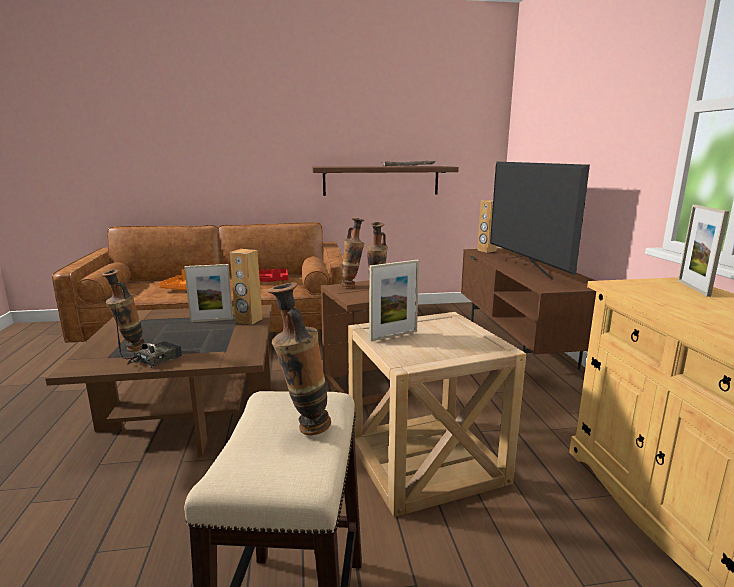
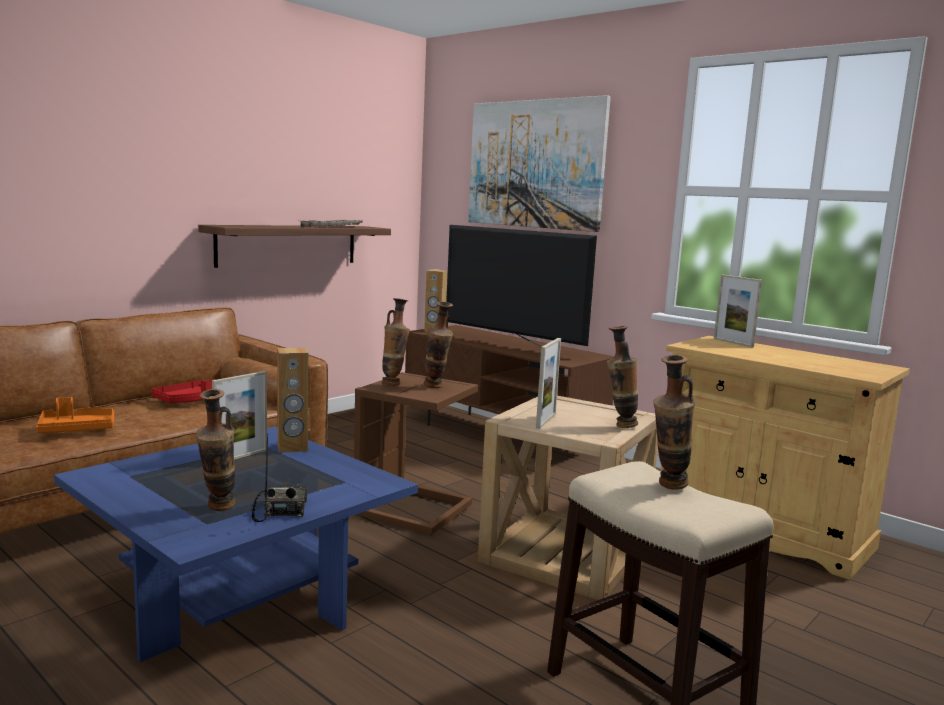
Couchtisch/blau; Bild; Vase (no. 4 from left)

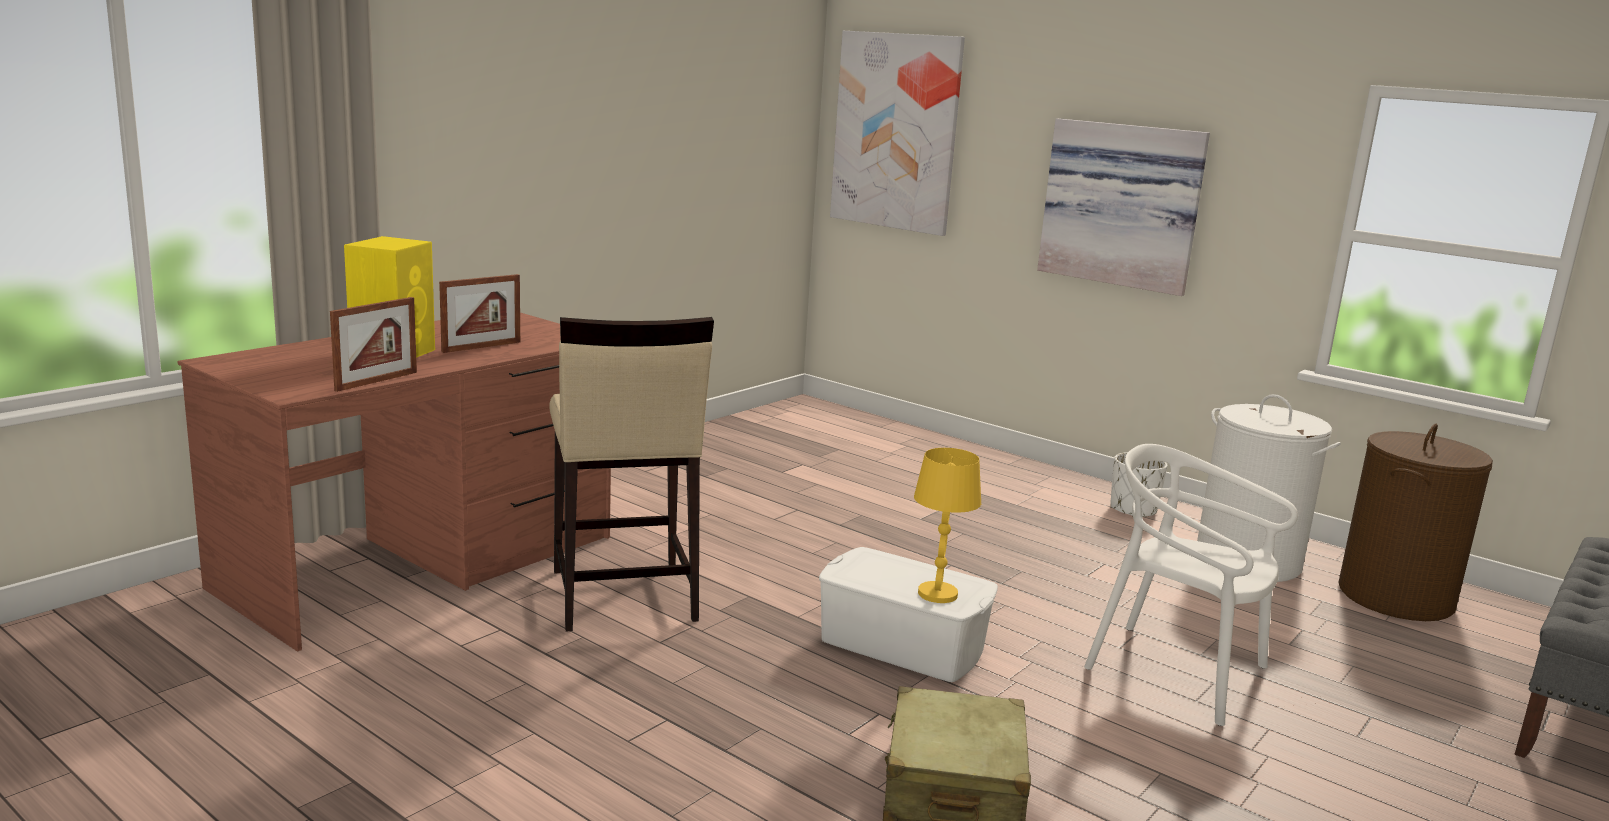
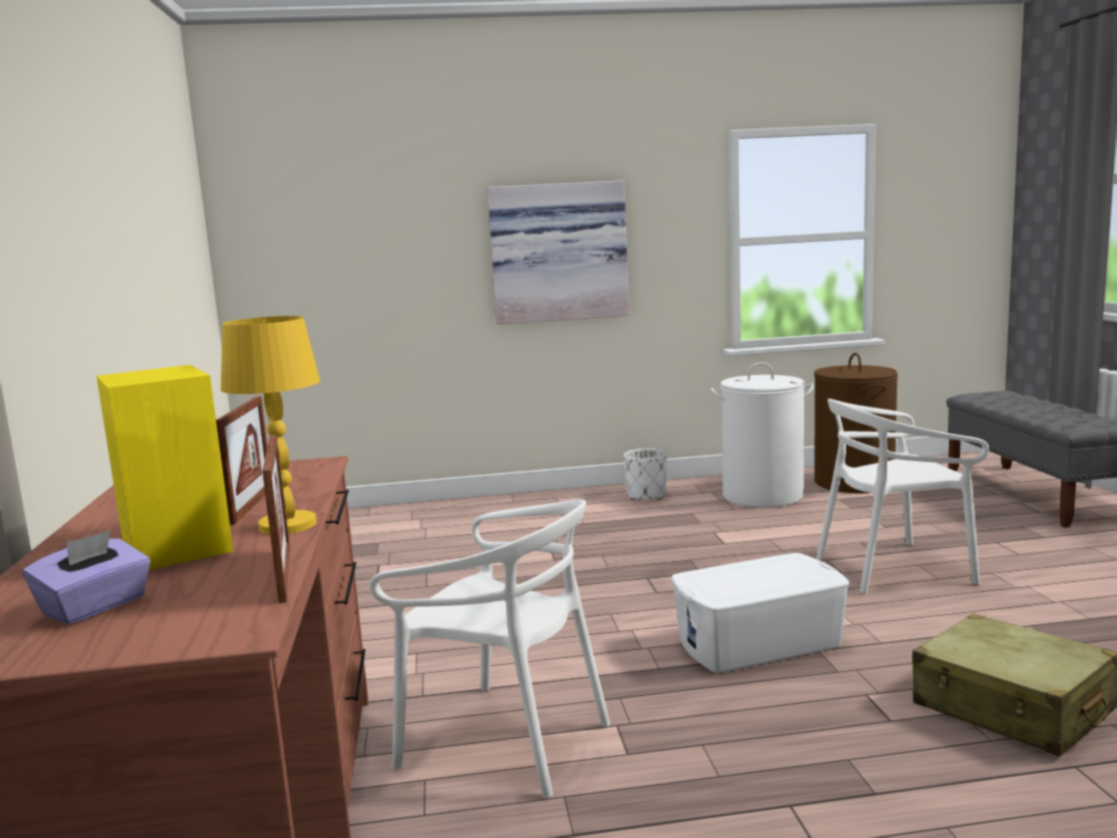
Stuhl/weiß (no. 1 from left); Bild (no. 1 from left in the first image); Tischlampe/gelb; Taschentuchbox/lila

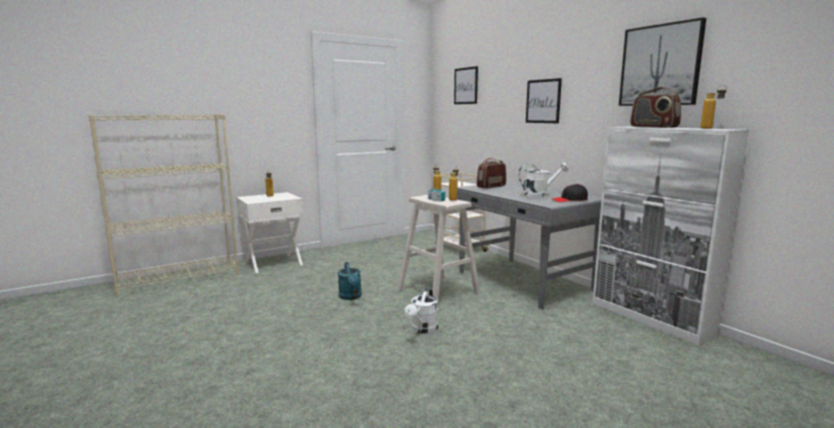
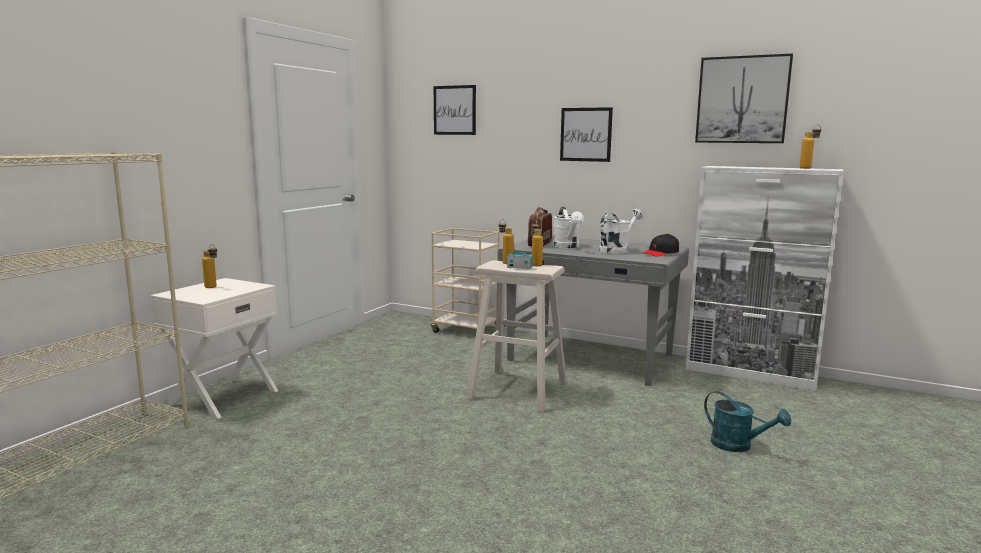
Gießkanne/türkis; Gießkanne/weiß (no. 1 from left); Radio (no. 3 from left in the first image)

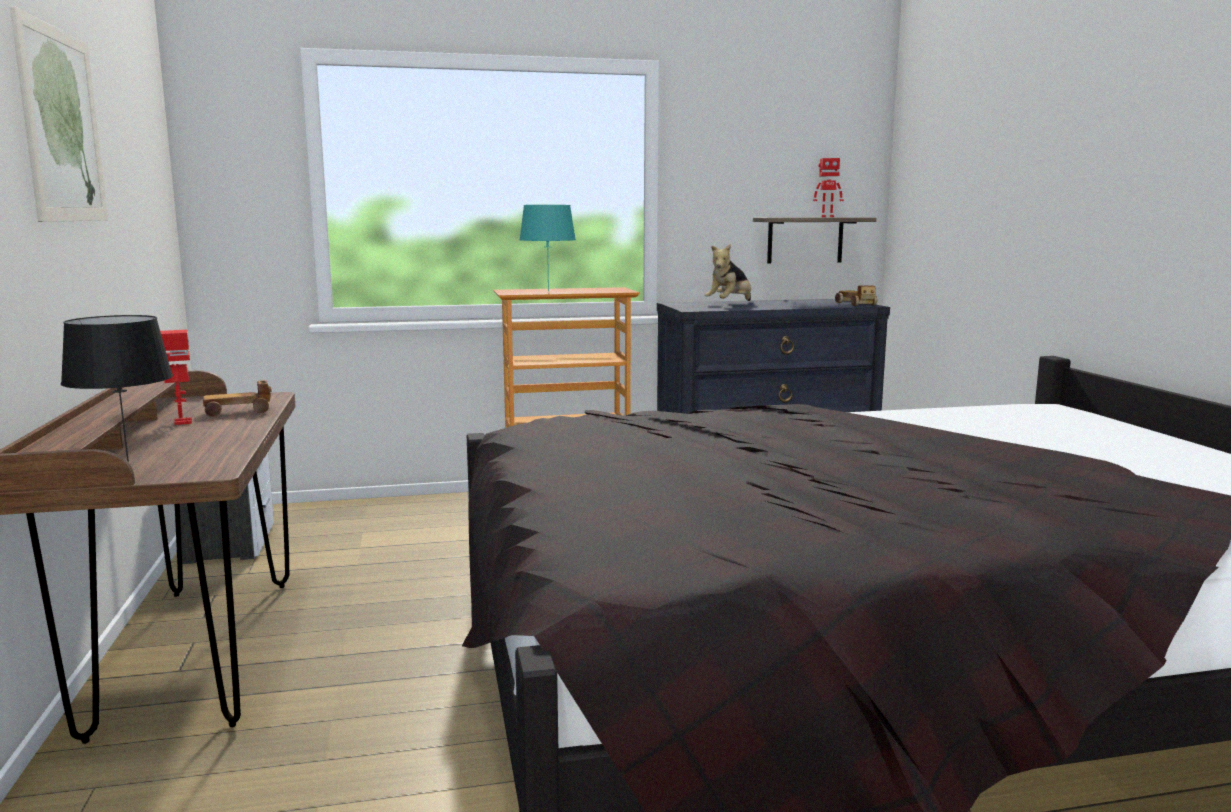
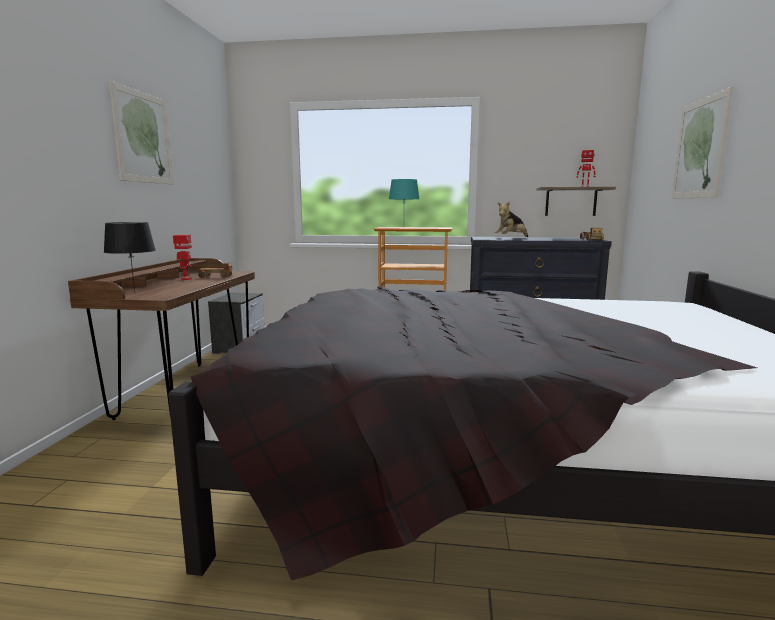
Bild (no. 2 from left)

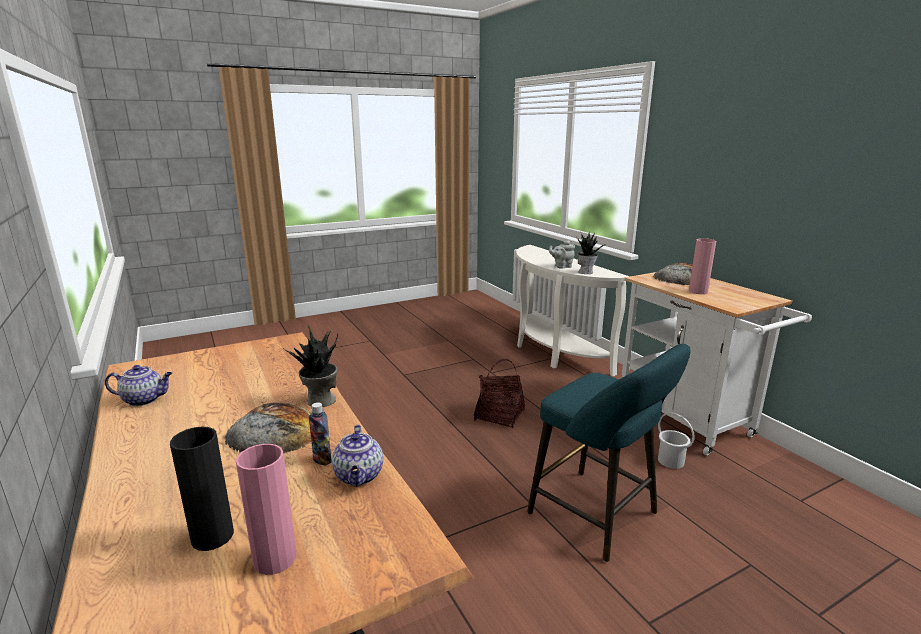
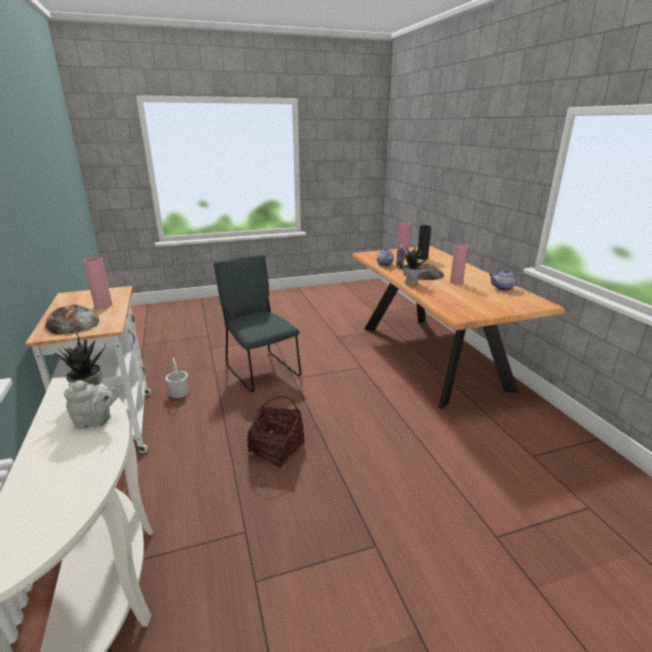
Stuhl/grau; Vase/rosa (no. 3 from left)

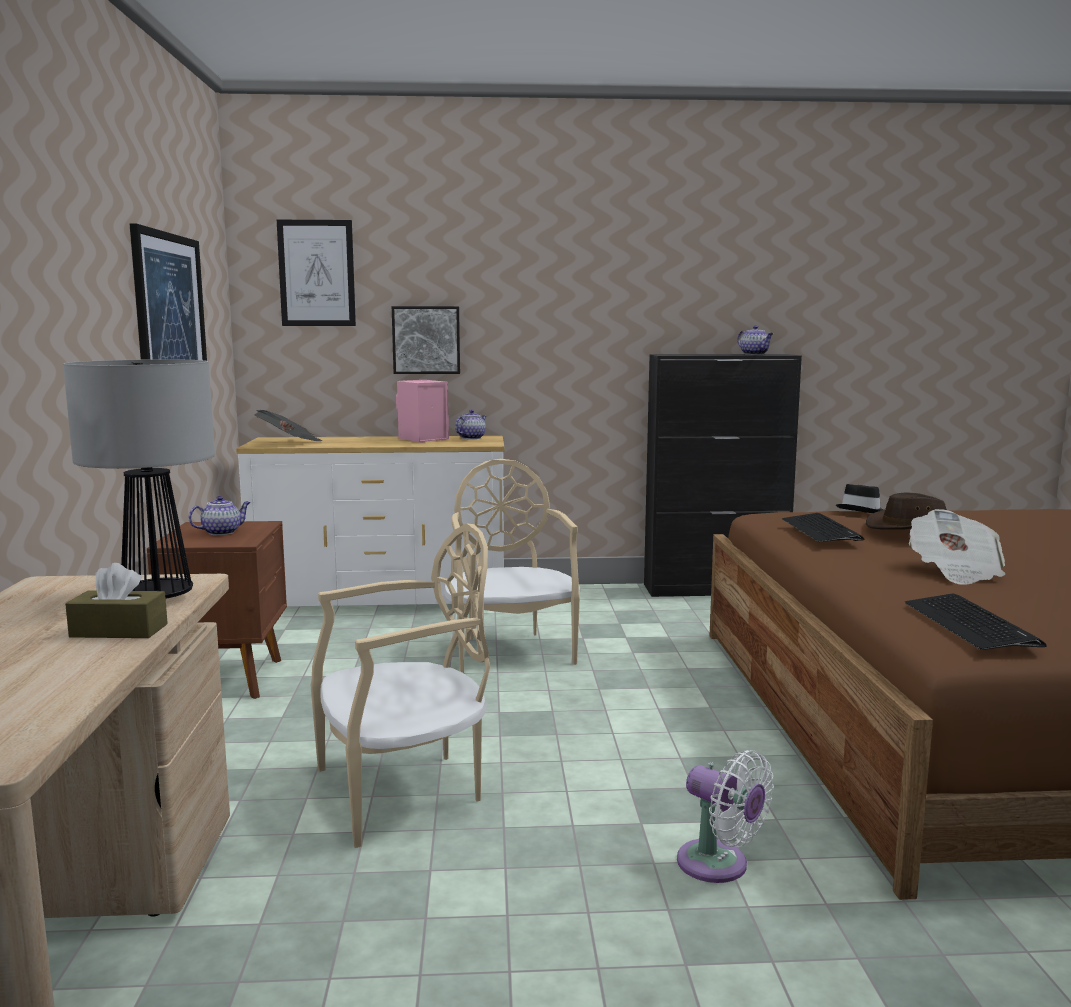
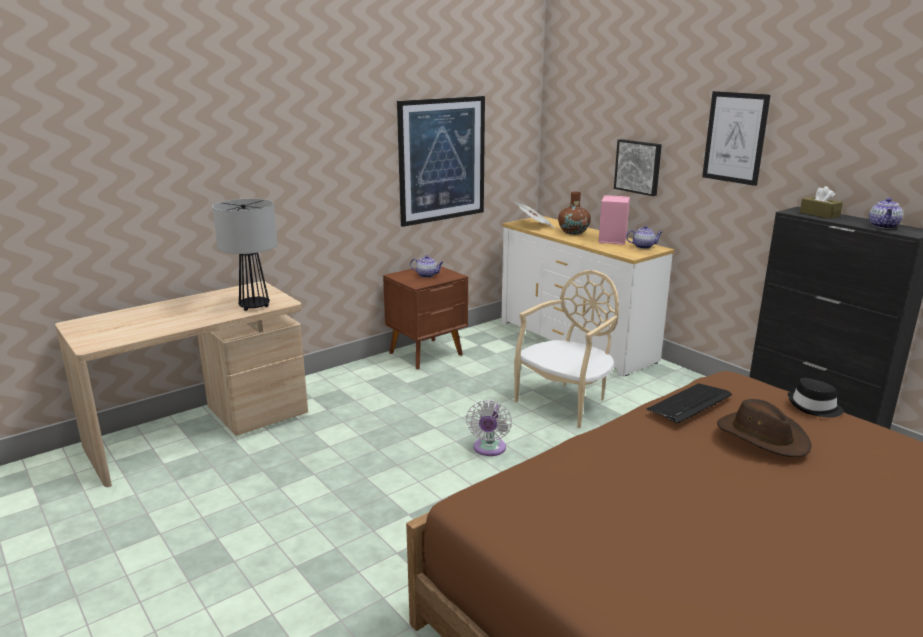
Taschentuchbox/braun; Bild (no. 3 from left); Stuhl/beige (no. 1 from left in the first image); Ventilator/weiß; Tastatur (no. 2 from left in the first image); Zeitung (no. 2 from left in the first image); Vase/braun

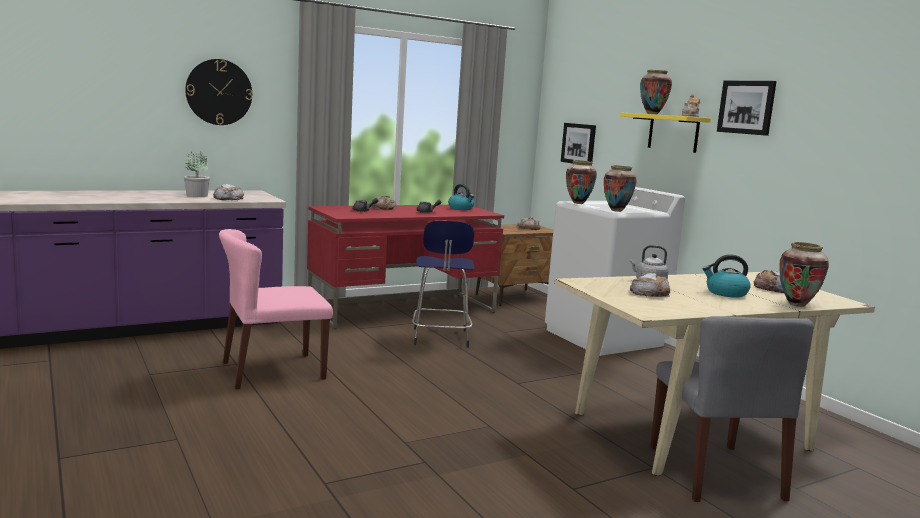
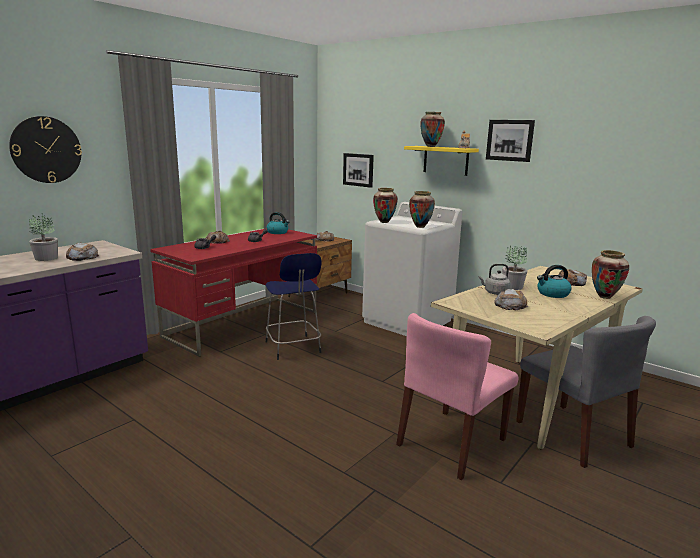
Stuhl/rosa; Topfpflanze (no. 2 from left)

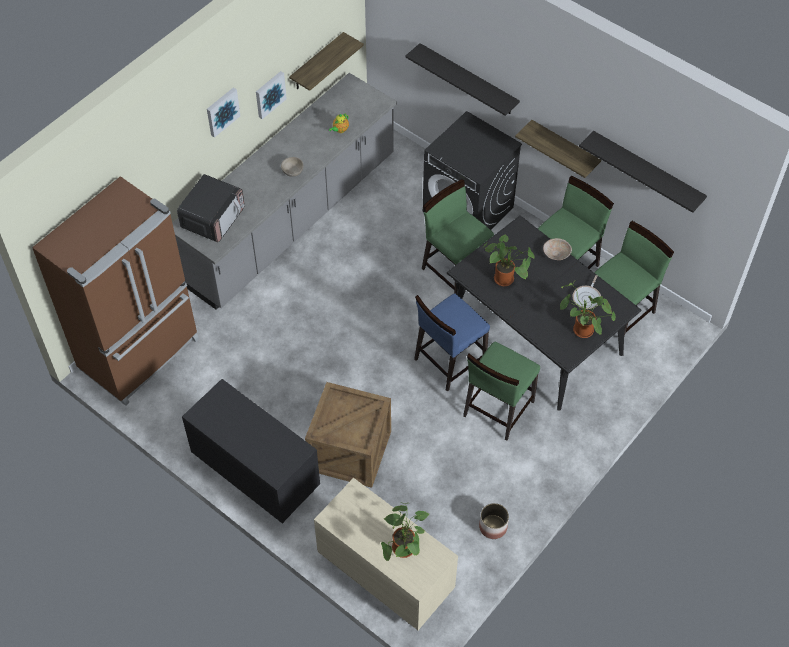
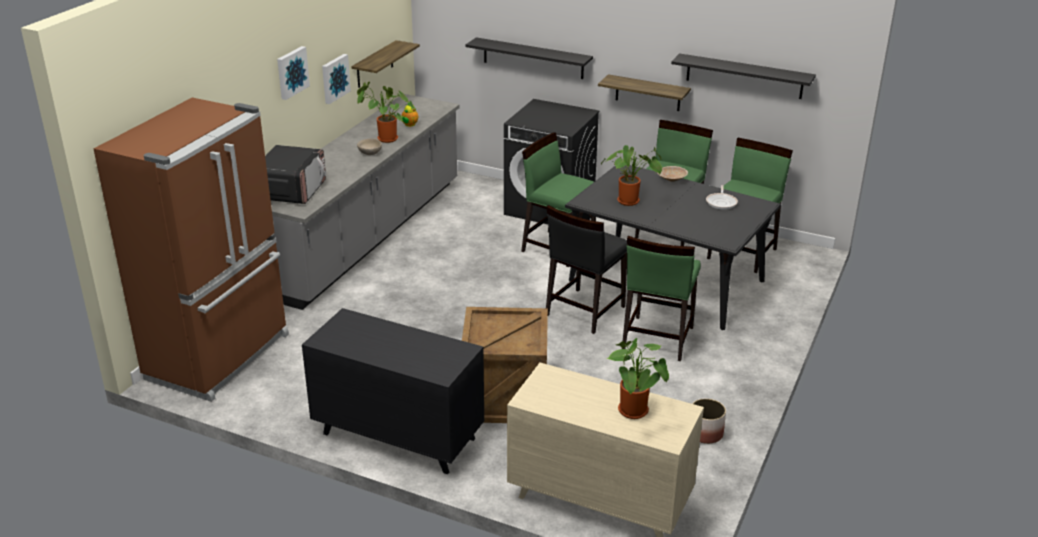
Stuhl/schwarz; Topfpflanze (no. 1 from left)

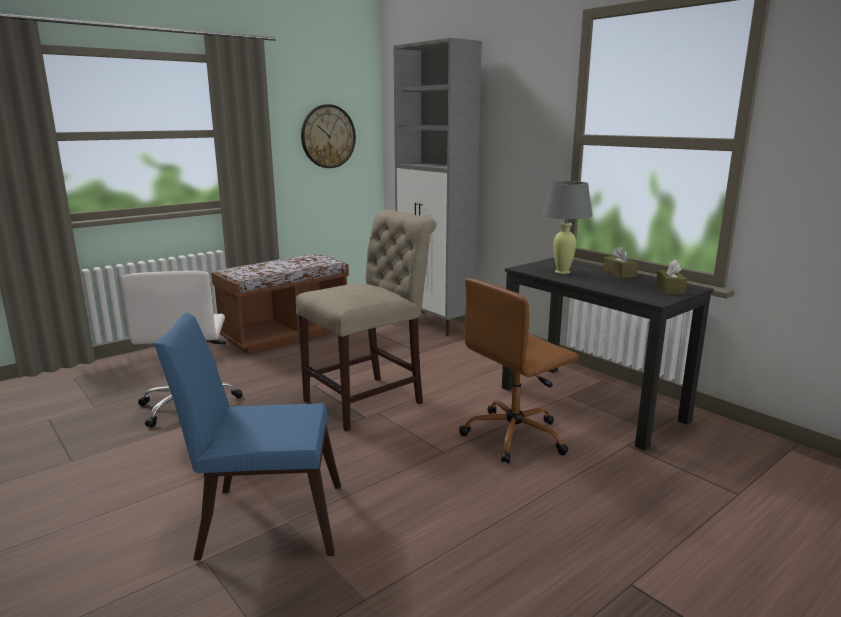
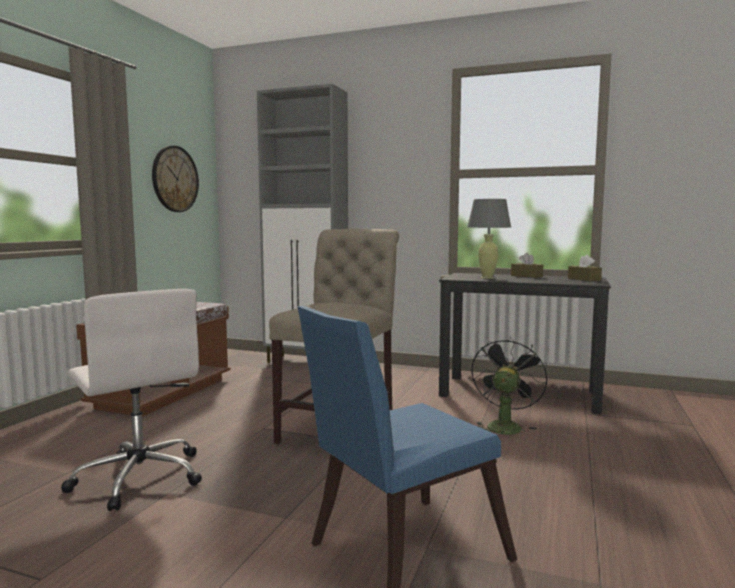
Ventilator/schwarz

